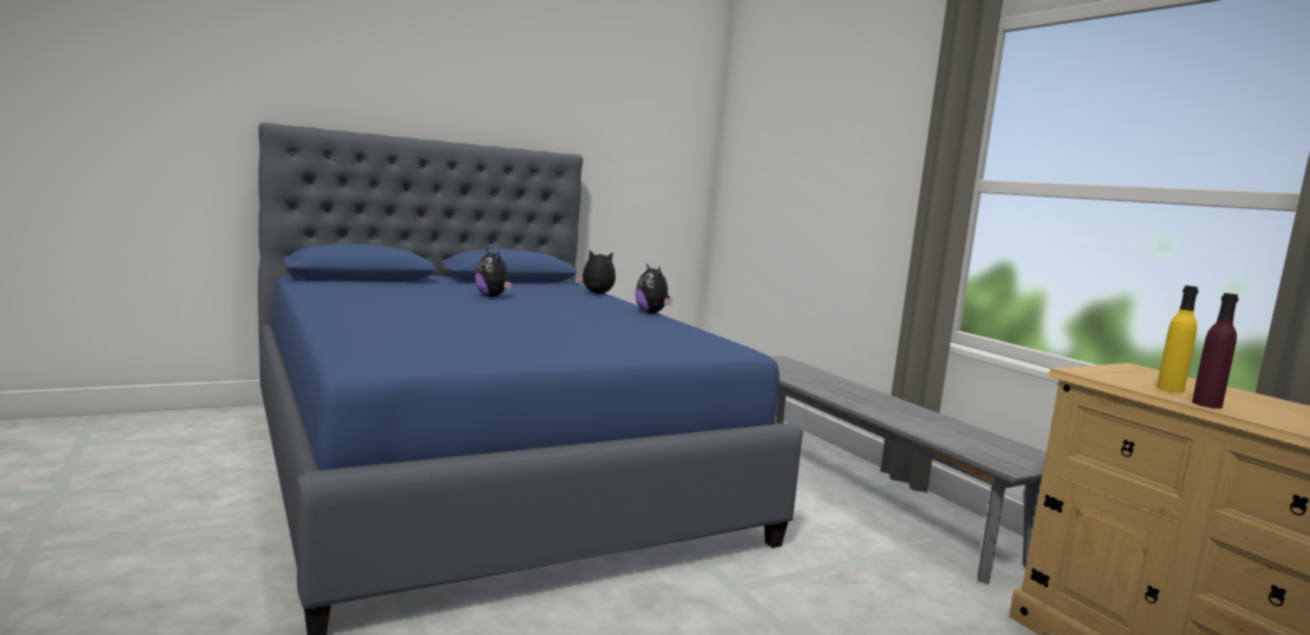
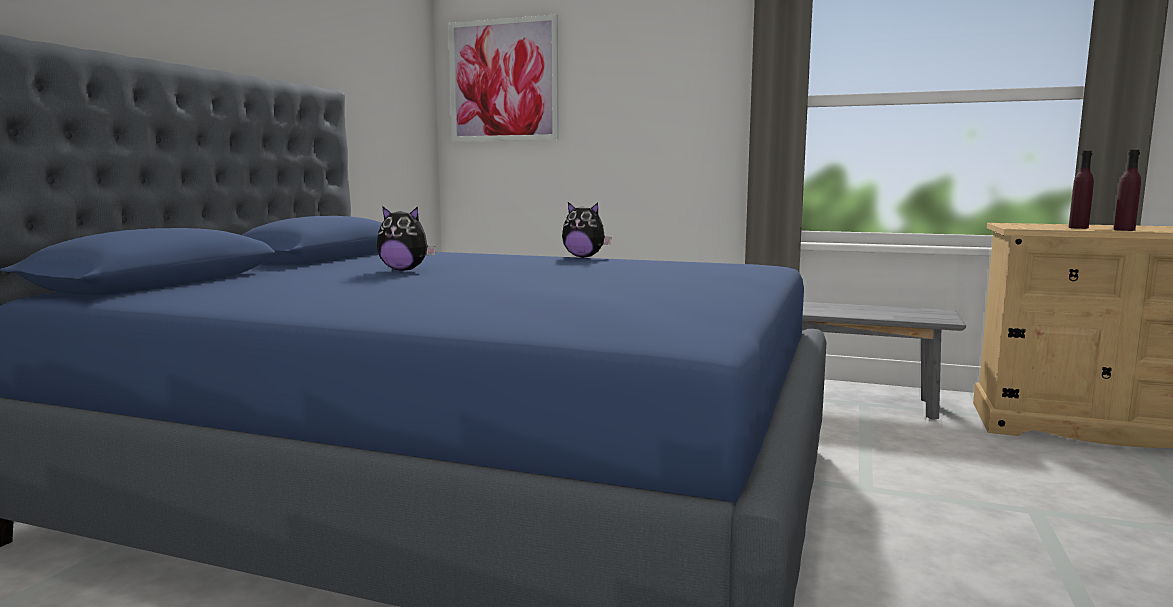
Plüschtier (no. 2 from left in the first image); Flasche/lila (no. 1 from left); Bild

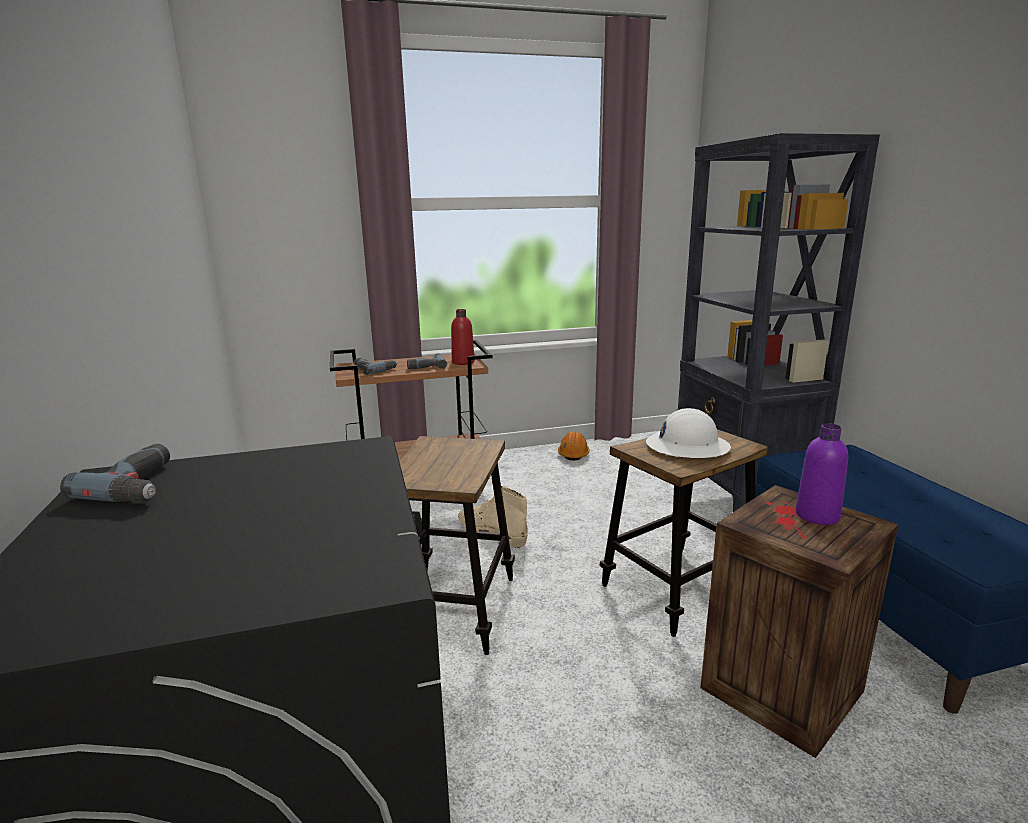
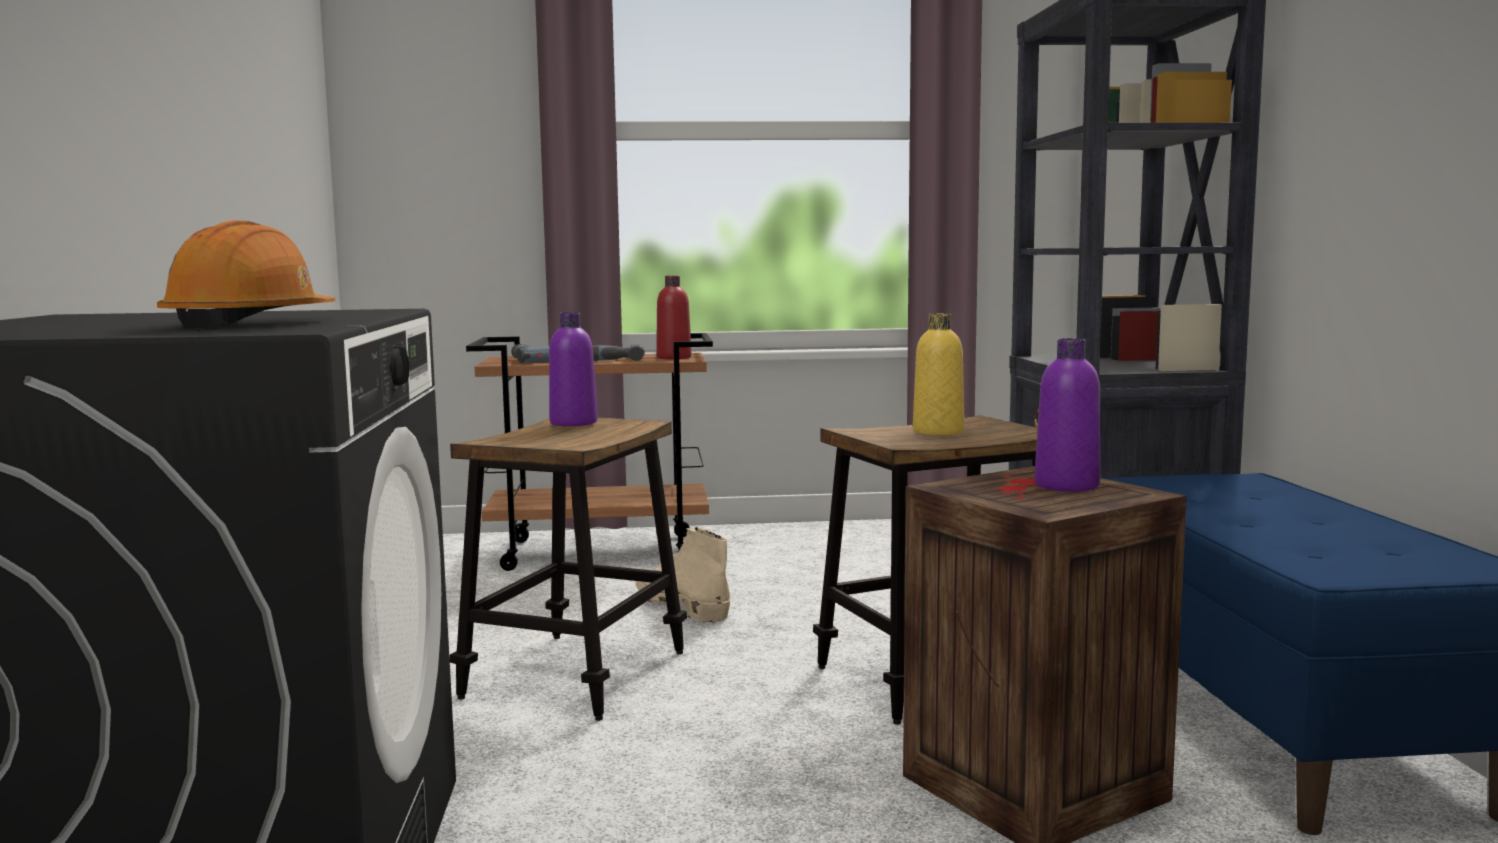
Bohrmaschine (no. 1 from left in the first image); Schutzhelm/orange; Flasche/gelb; Flasche/lila (no. 1 from left)

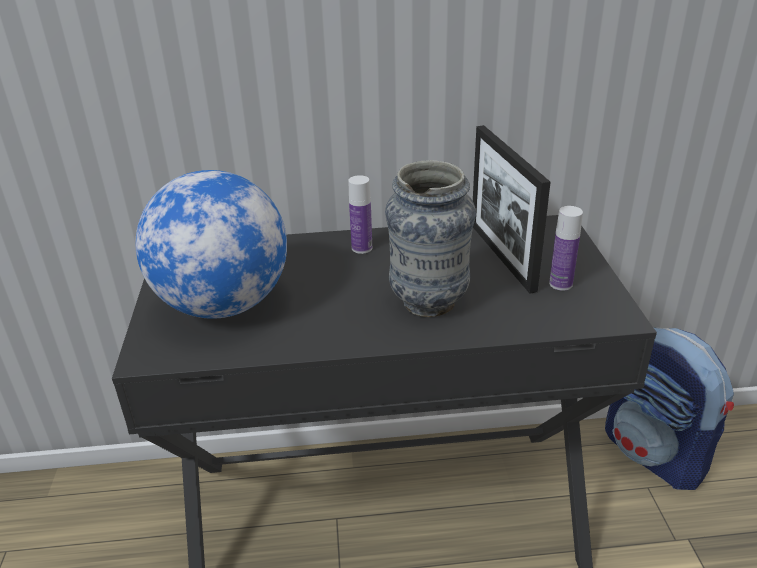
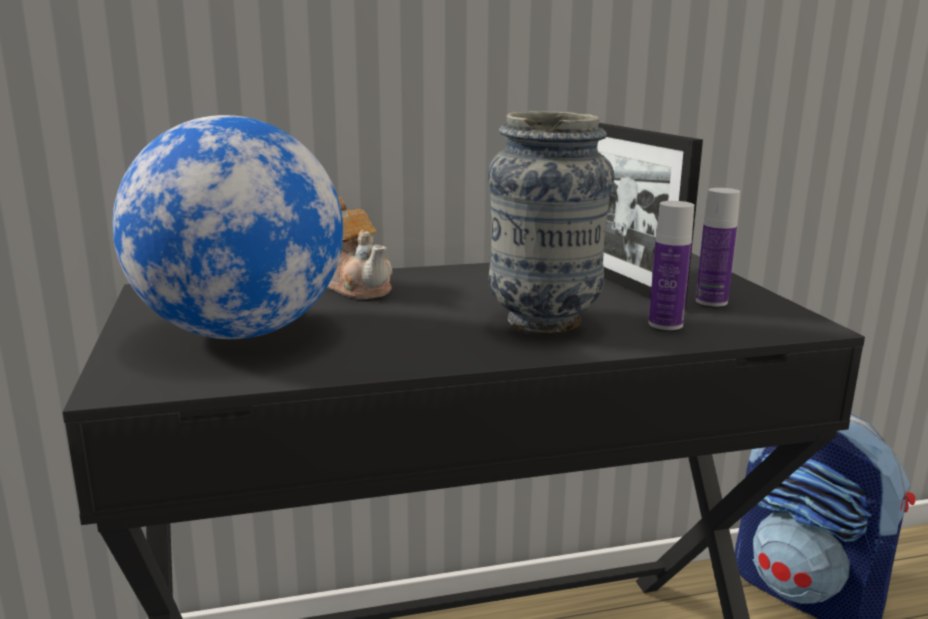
Flasche (no. 1 from left); Teekanne

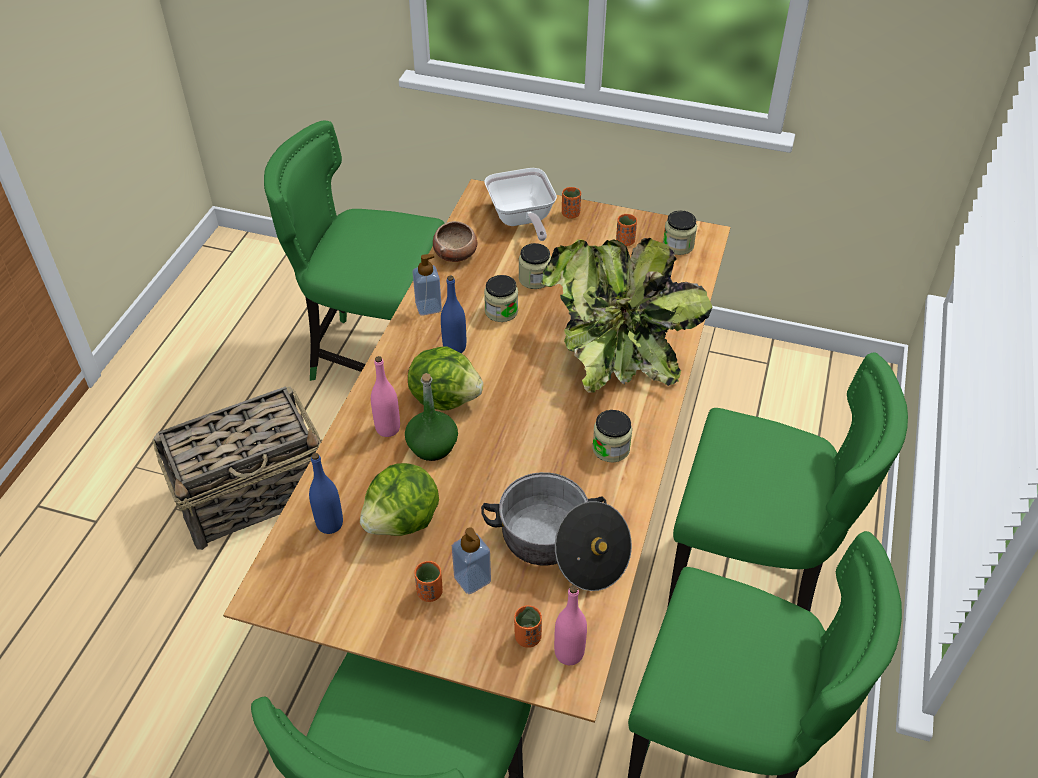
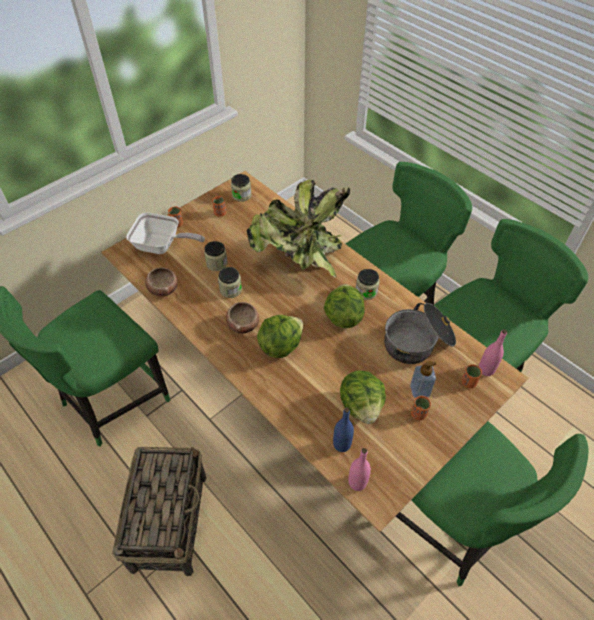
Flasche/rosa (no. 1 from left); Flasche/grün; Seifenspender (no. 1 from left in the first image); Schüssel (no. 2 from left); Salatkopf (no. 2 from left)

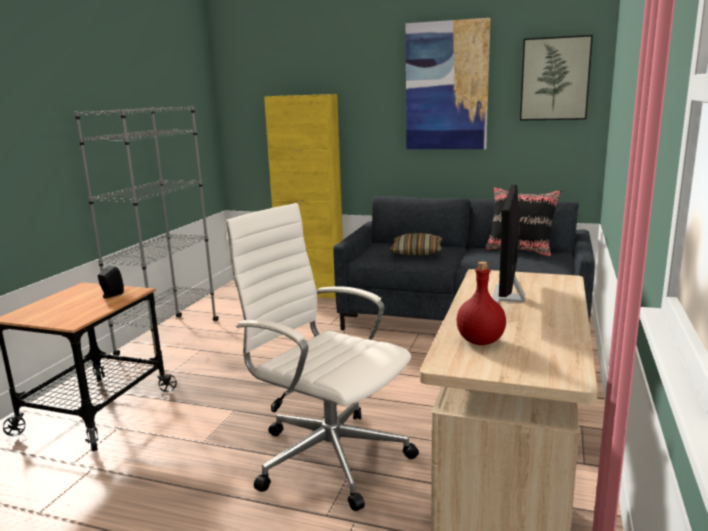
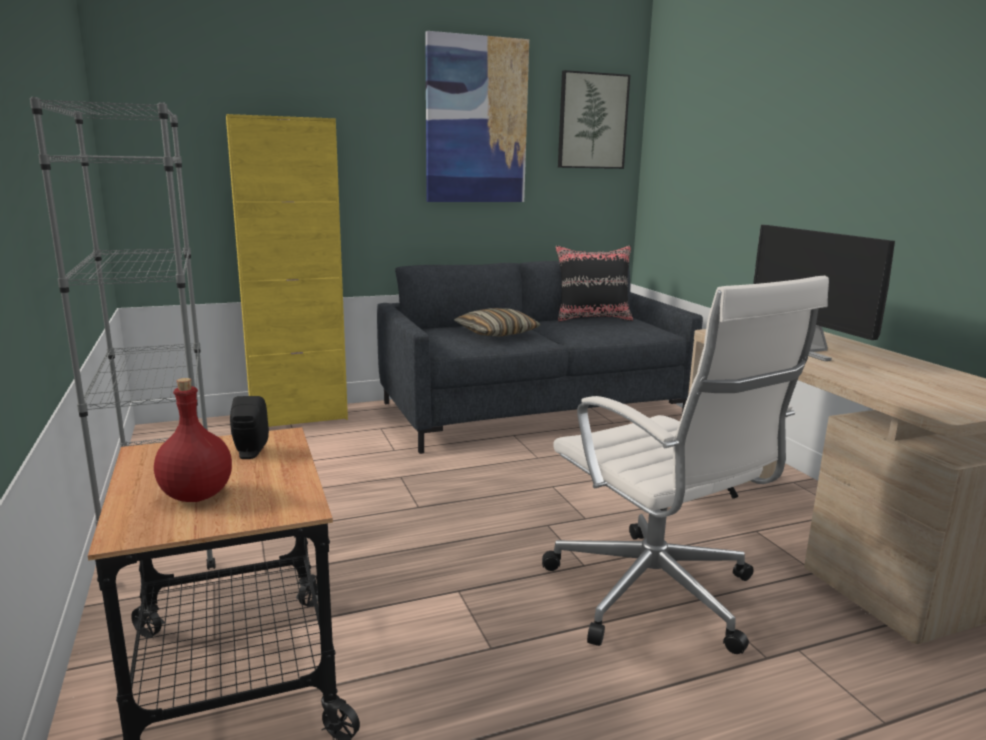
Bürostuhl/weiß; Flasche/rot

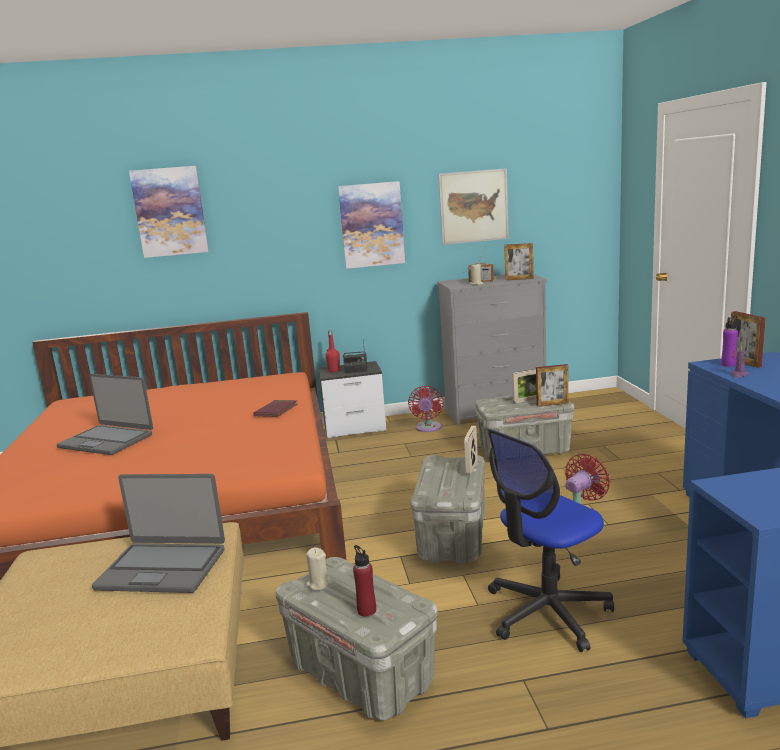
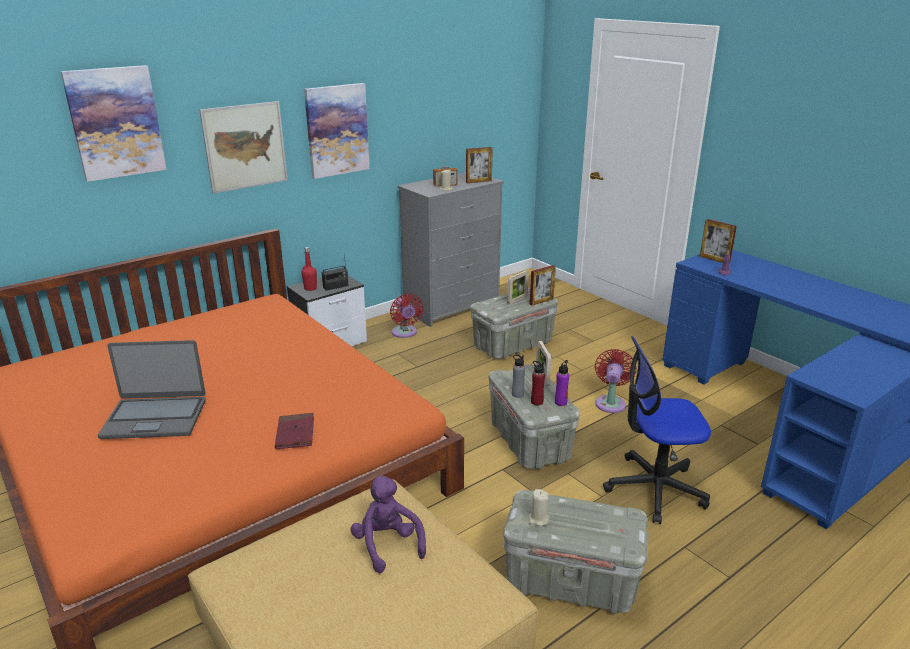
Plüschtier/lila; Buch/rot; Flasche/rot (no. 2 from left); Bild (no. 2 from left); Bürostuhl; Flasche/lila; Flasche/grau

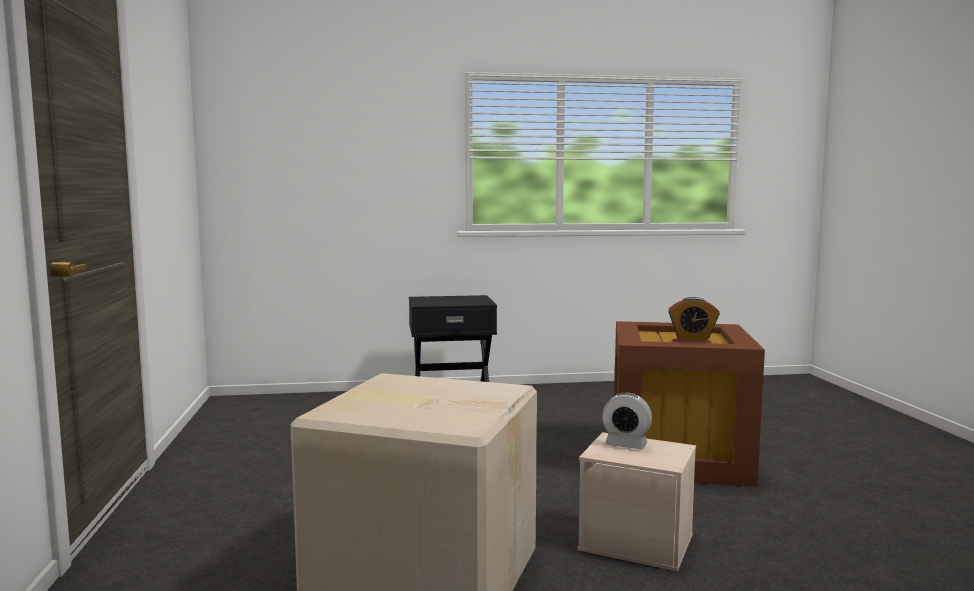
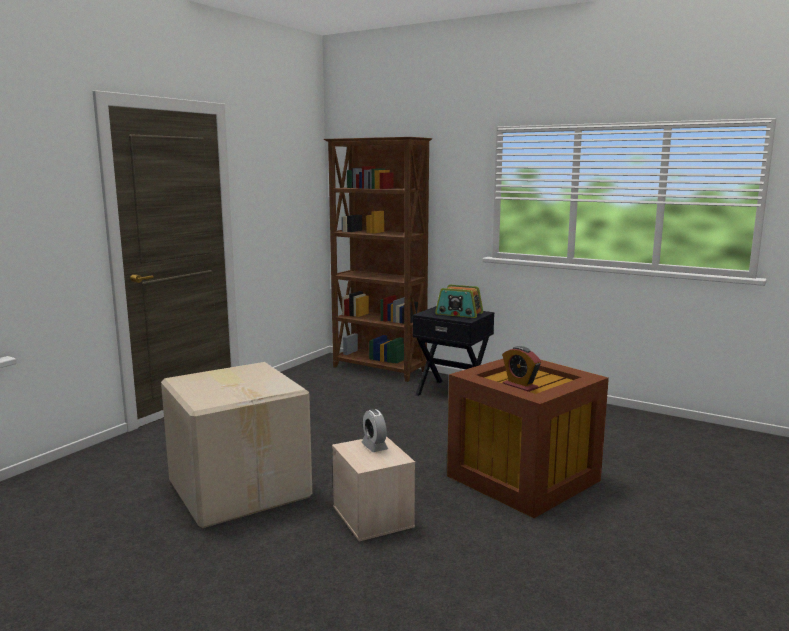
Bücherregal/braun; Radio

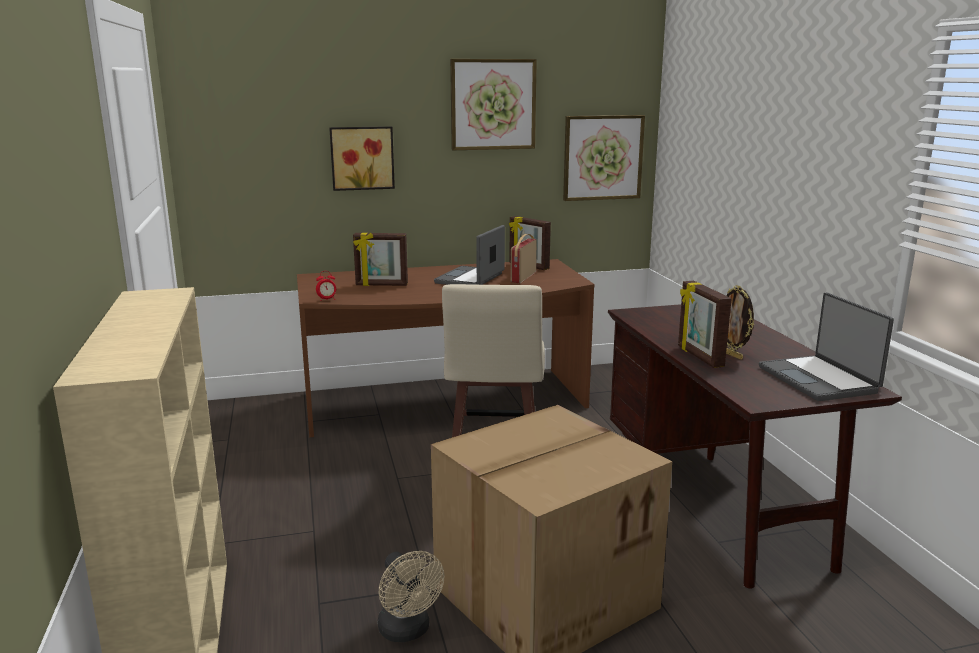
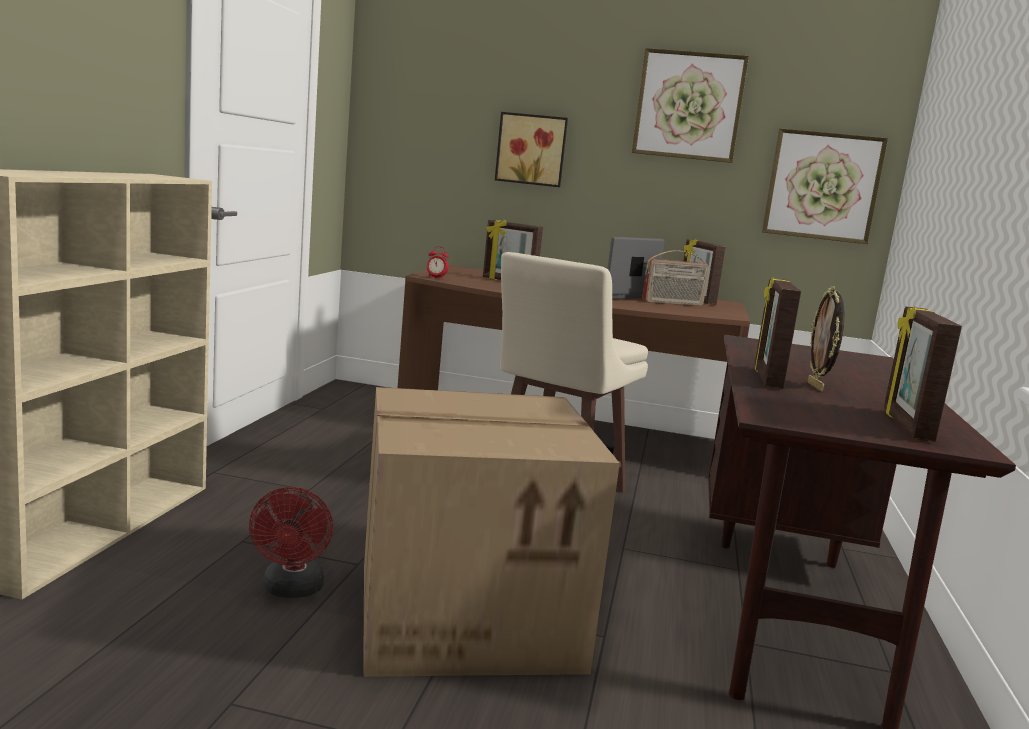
Ventilator/rot; Radio; Bilderrahmen (no. 5 from left)

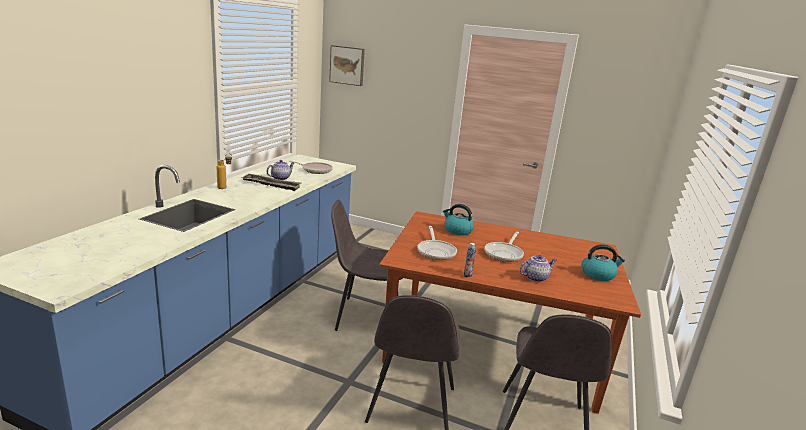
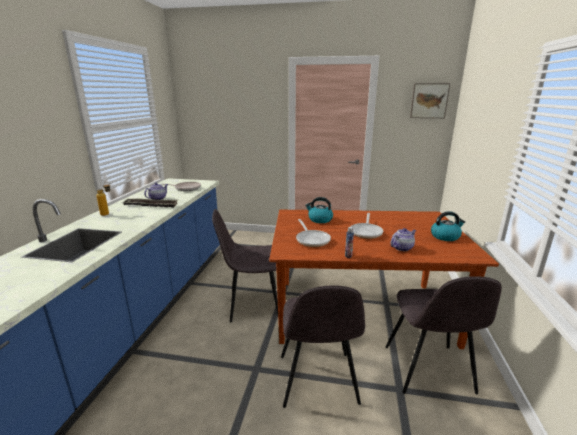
Bild

